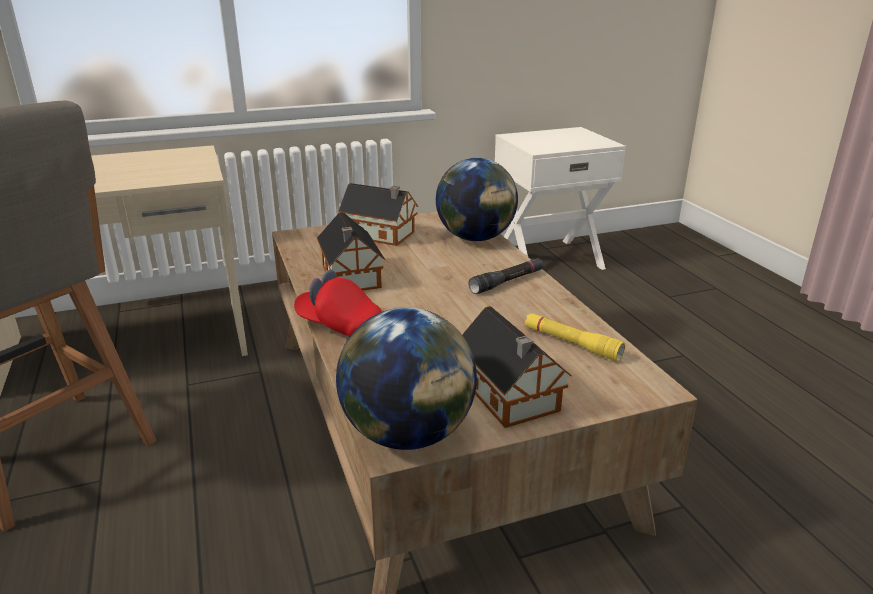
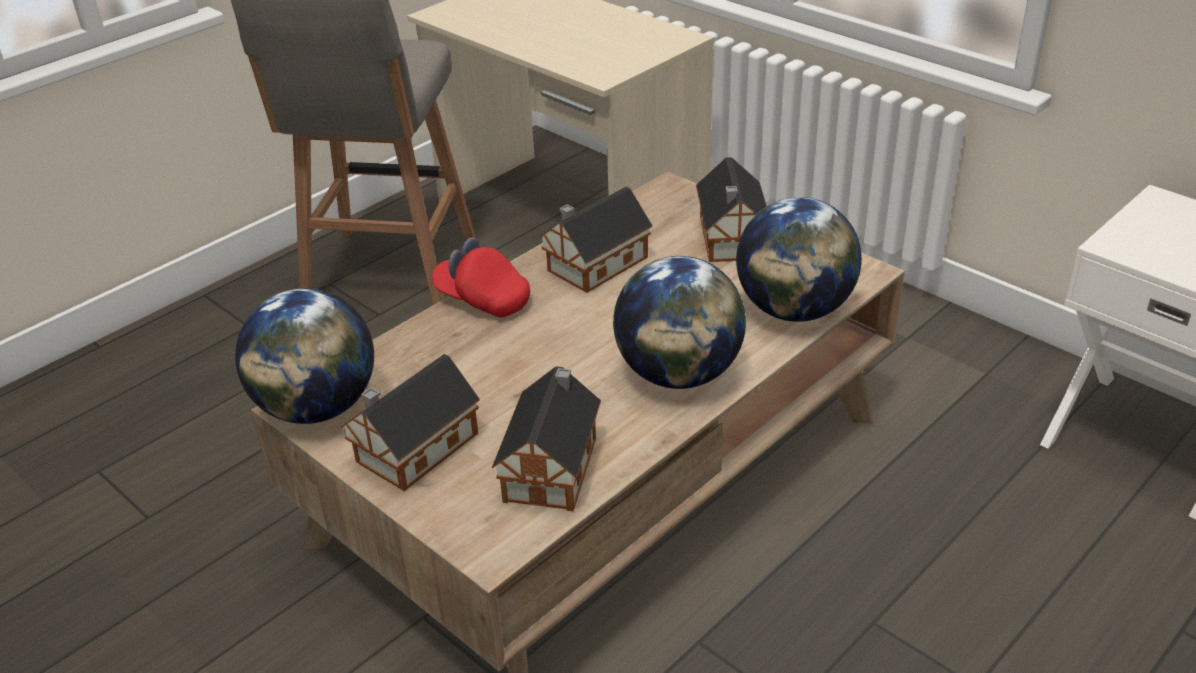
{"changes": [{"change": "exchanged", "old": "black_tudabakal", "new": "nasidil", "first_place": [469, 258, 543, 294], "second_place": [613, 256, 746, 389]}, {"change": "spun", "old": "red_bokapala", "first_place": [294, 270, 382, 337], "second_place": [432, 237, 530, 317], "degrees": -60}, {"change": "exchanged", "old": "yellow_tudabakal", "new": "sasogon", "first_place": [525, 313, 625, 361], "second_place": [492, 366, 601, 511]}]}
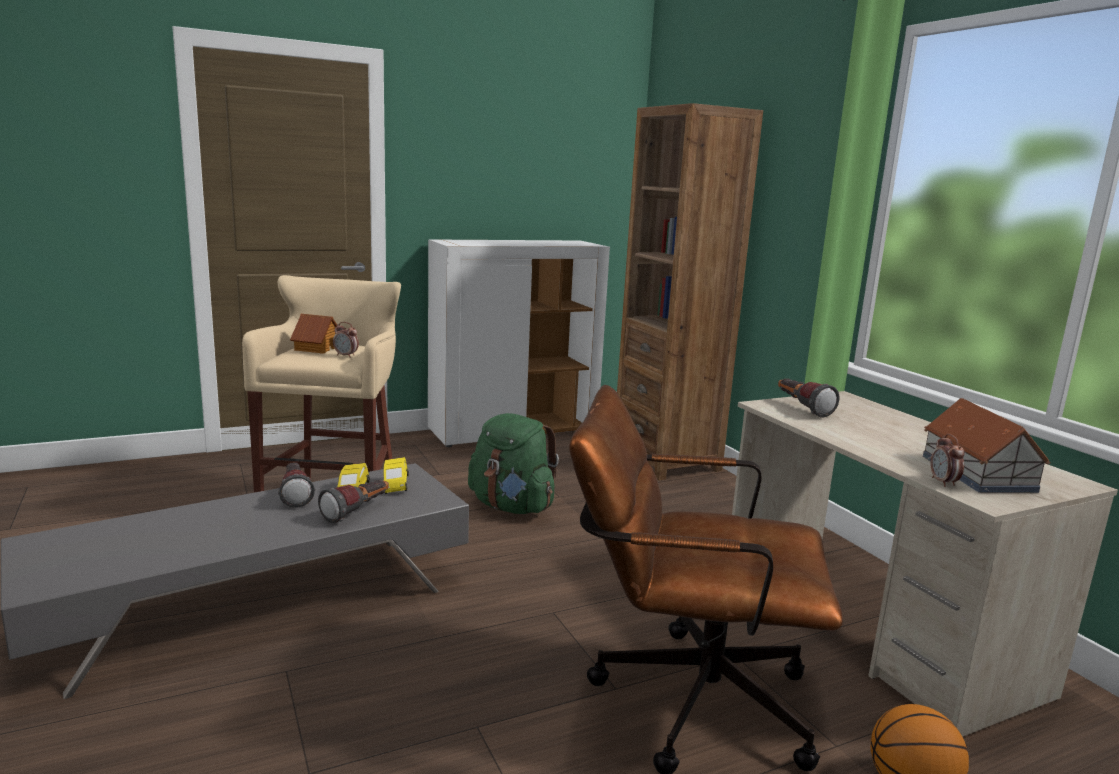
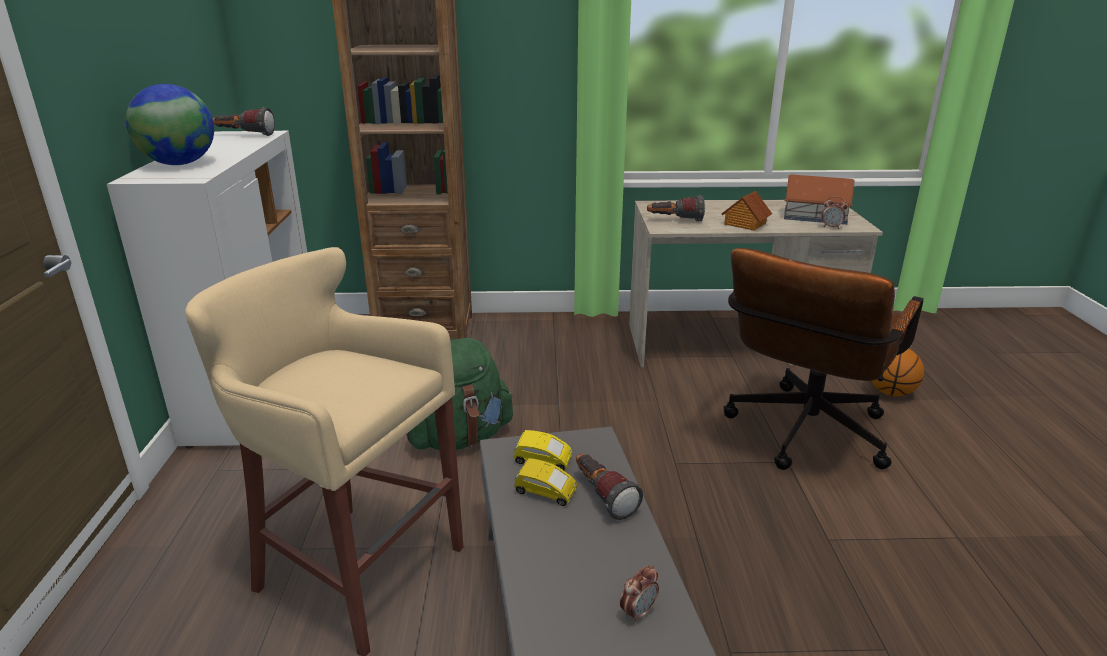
{"changes": [{"change": "relocated", "old": "sasogon", "first_place": [290, 314, 337, 354], "second_place": [722, 191, 772, 231]}, {"change": "relocated", "old": "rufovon", "first_place": [333, 322, 359, 358], "second_place": [620, 565, 659, 624]}, {"change": "relocated", "old": "tudabakal", "first_place": [278, 462, 315, 508], "second_place": [213, 107, 275, 136]}, {"change": "appeared", "new": "nasidil", "second_place": [126, 84, 214, 165]}]}
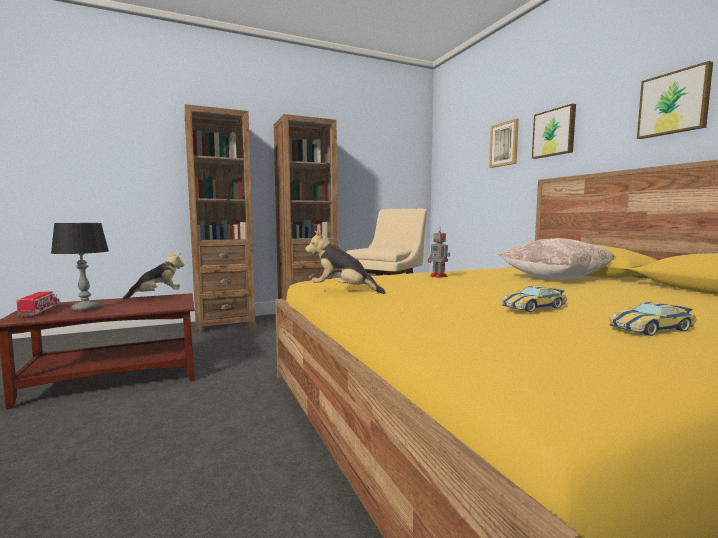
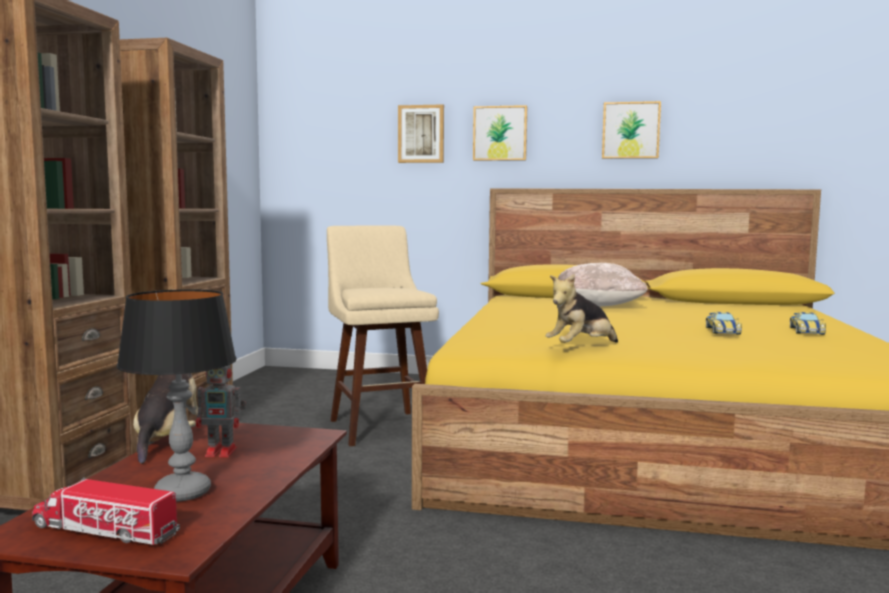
{"changes": [{"change": "relocated", "old": "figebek", "first_place": [428, 227, 450, 278], "second_place": [196, 365, 246, 457]}]}
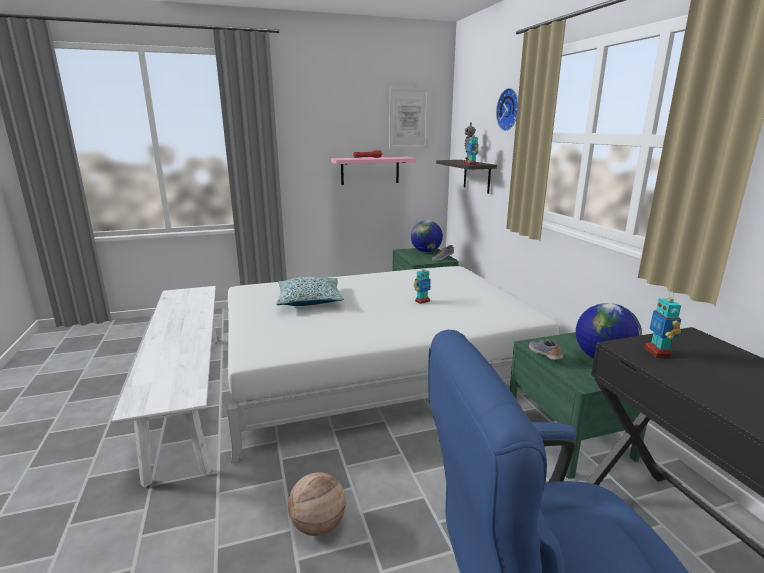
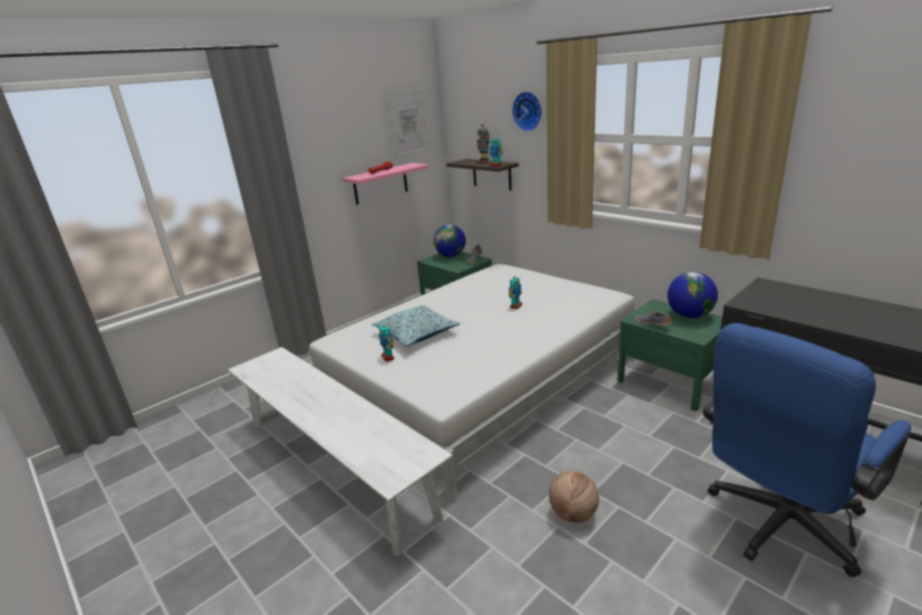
{"changes": [{"change": "relocated", "old": "figebek", "first_place": [645, 291, 681, 358], "second_place": [379, 321, 394, 362]}]}
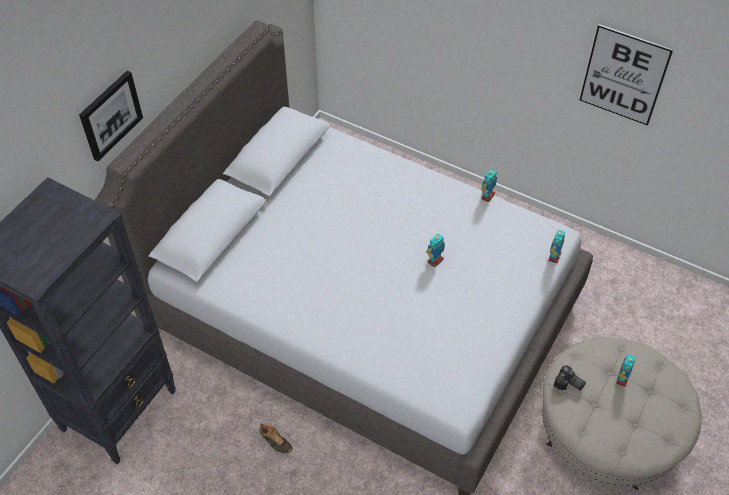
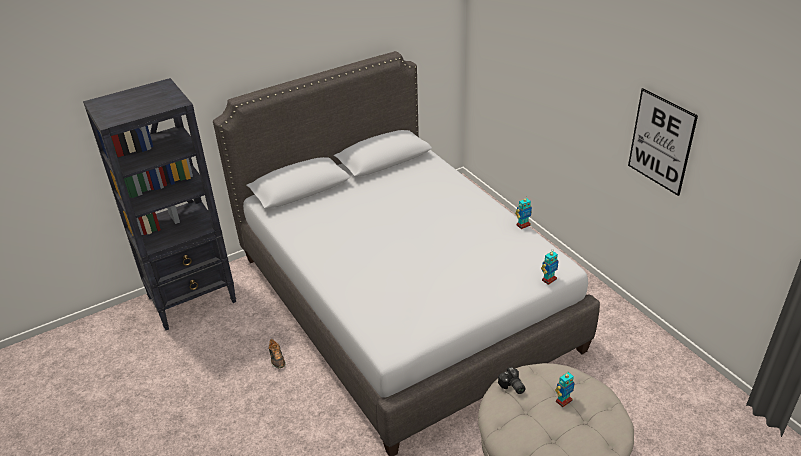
{"changes": [{"change": "missing", "old": "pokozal", "first_place": [79, 71, 143, 161]}, {"change": "missing", "old": "figebek", "first_place": [426, 234, 445, 267]}]}
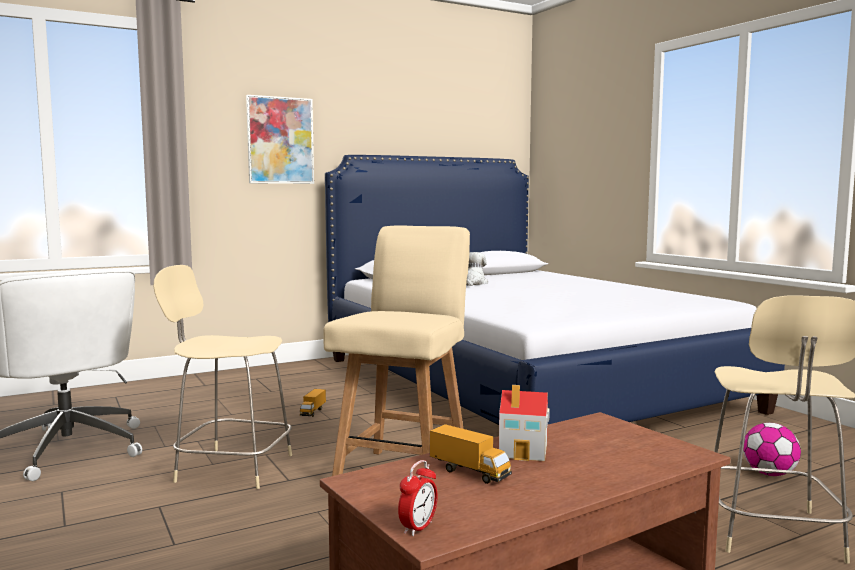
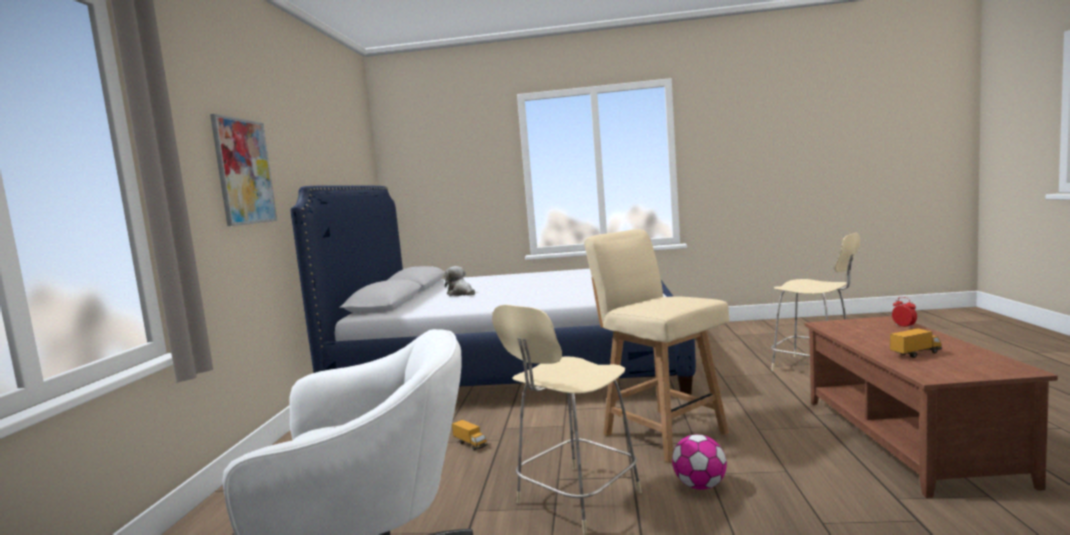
{"changes": [{"change": "missing", "old": "sasogon", "first_place": [499, 385, 550, 461]}, {"change": "relocated", "old": "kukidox", "first_place": [743, 423, 801, 476], "second_place": [672, 434, 727, 490]}, {"change": "relocated", "old": "rufovon", "first_place": [398, 460, 438, 536], "second_place": [892, 297, 917, 328]}]}
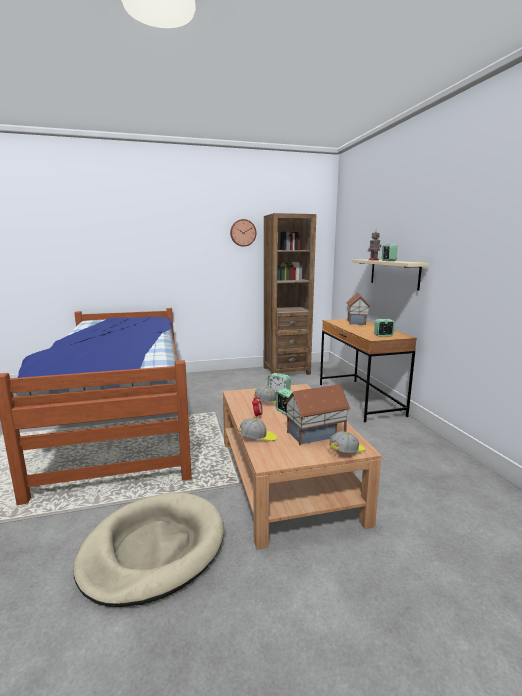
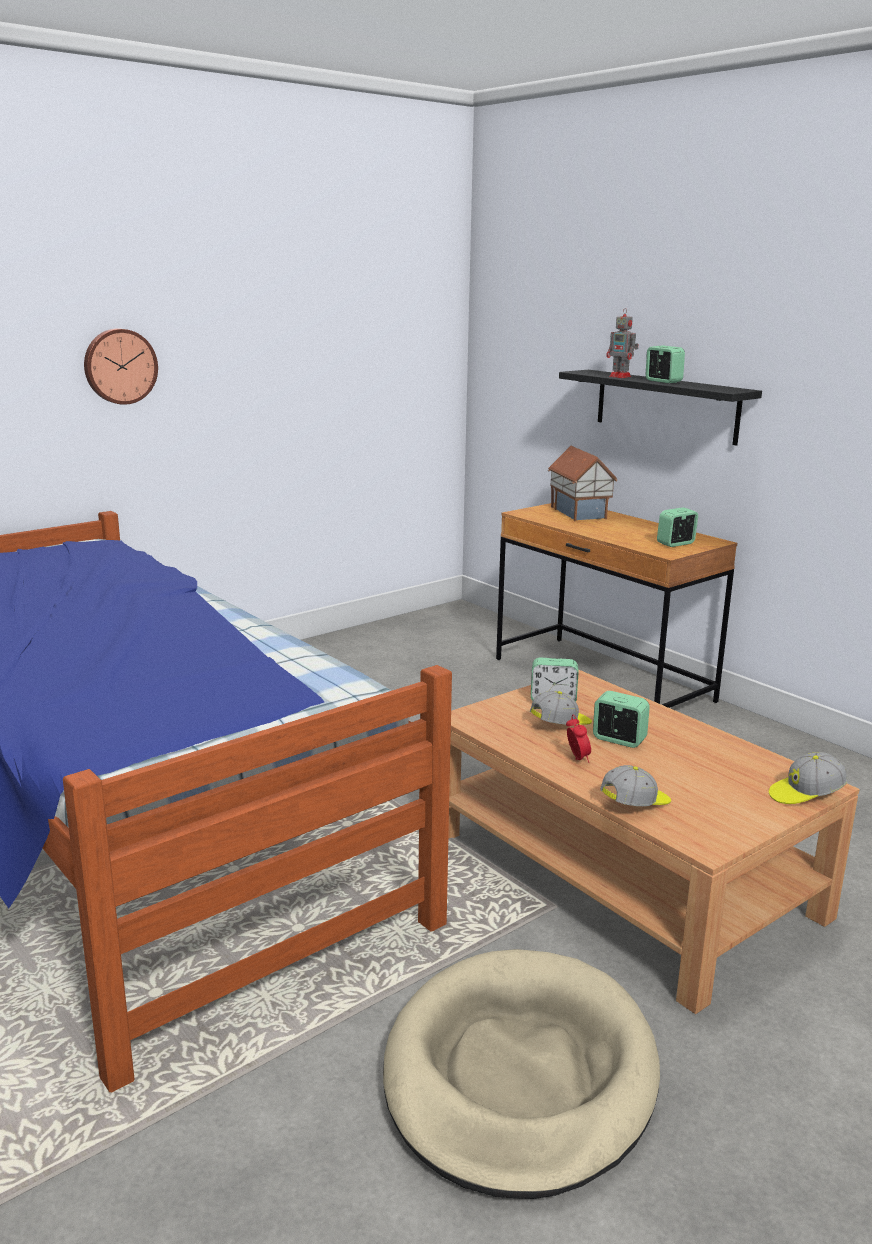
{"changes": [{"change": "missing", "old": "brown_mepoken", "first_place": [264, 213, 317, 375]}, {"change": "relocated", "old": "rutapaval", "first_place": [230, 219, 257, 247], "second_place": [84, 328, 158, 405]}, {"change": "colour", "old": "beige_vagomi", "new": "black_vagomi", "first_place": [352, 260, 429, 290], "second_place": [559, 370, 762, 446]}, {"change": "missing", "old": "sasogon", "first_place": [284, 384, 351, 445]}, {"change": "spun", "old": "bokapala", "first_place": [329, 431, 365, 453], "second_place": [769, 752, 847, 804], "degrees": -135}]}
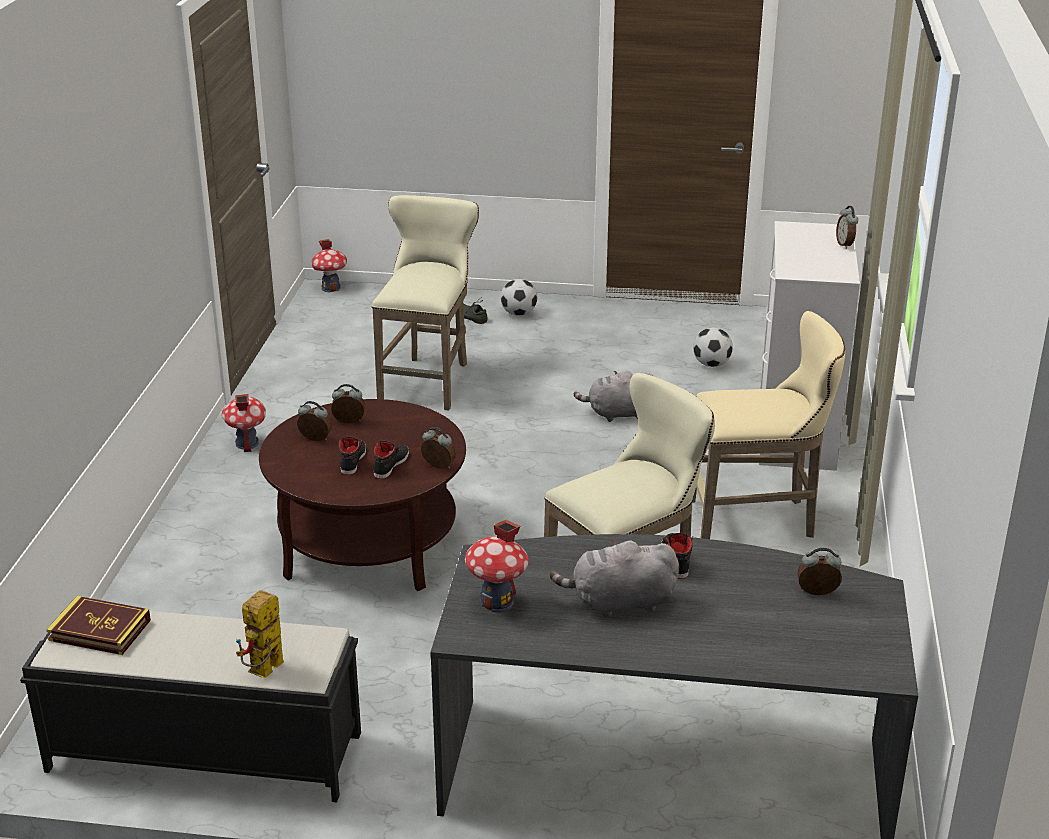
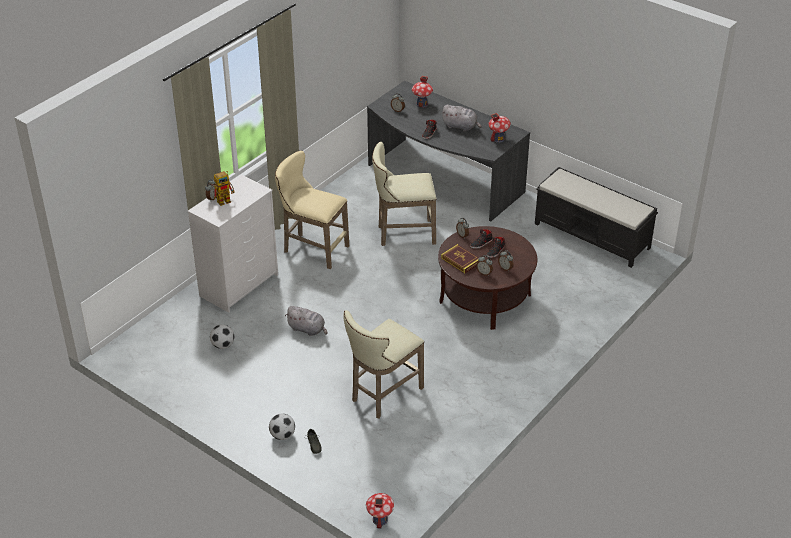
{"changes": [{"change": "relocated", "old": "sasogon", "first_place": [222, 394, 266, 452], "second_place": [412, 76, 433, 108]}, {"change": "relocated", "old": "figebek", "first_place": [236, 590, 284, 678], "second_place": [214, 171, 235, 206]}, {"change": "relocated", "old": "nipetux", "first_place": [46, 596, 151, 655], "second_place": [441, 244, 479, 273]}]}
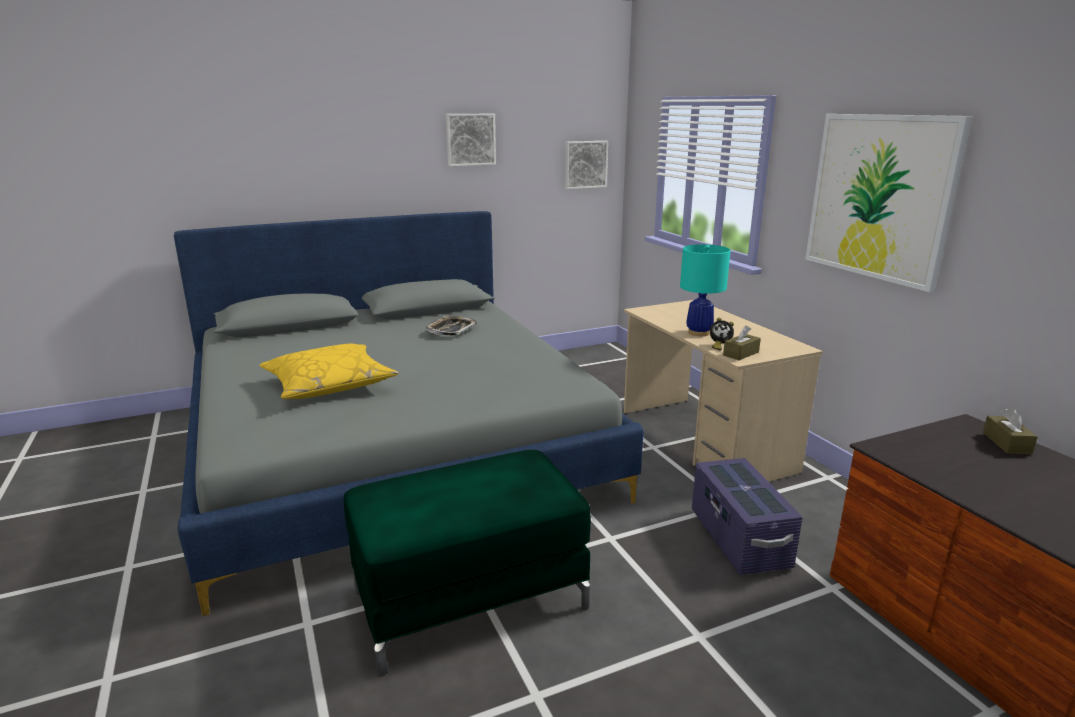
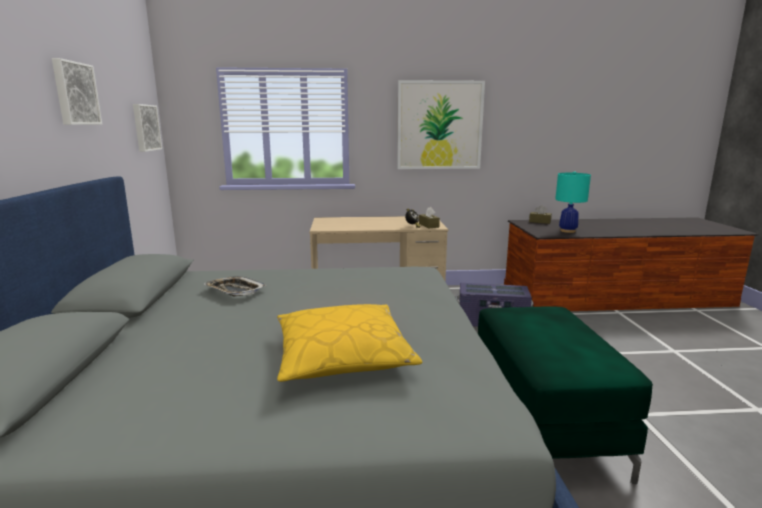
{"changes": [{"change": "relocated", "old": "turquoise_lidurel", "first_place": [680, 244, 731, 336], "second_place": [555, 171, 591, 233]}]}
